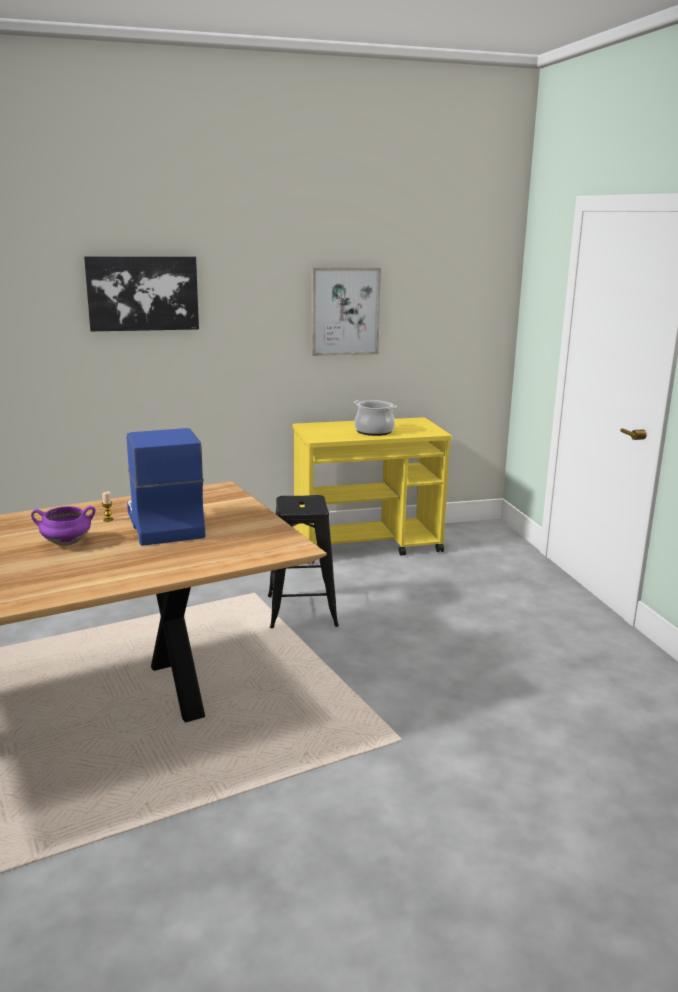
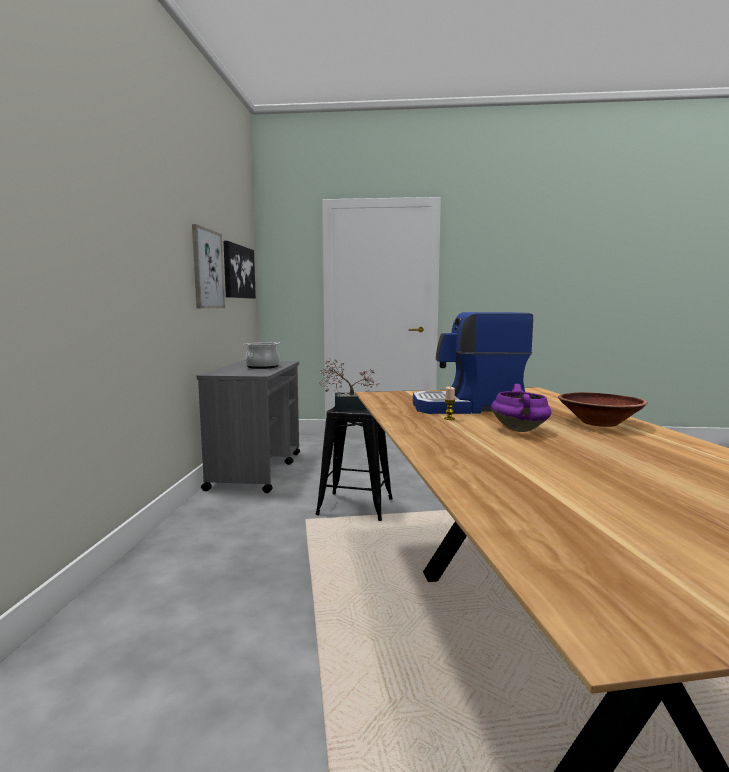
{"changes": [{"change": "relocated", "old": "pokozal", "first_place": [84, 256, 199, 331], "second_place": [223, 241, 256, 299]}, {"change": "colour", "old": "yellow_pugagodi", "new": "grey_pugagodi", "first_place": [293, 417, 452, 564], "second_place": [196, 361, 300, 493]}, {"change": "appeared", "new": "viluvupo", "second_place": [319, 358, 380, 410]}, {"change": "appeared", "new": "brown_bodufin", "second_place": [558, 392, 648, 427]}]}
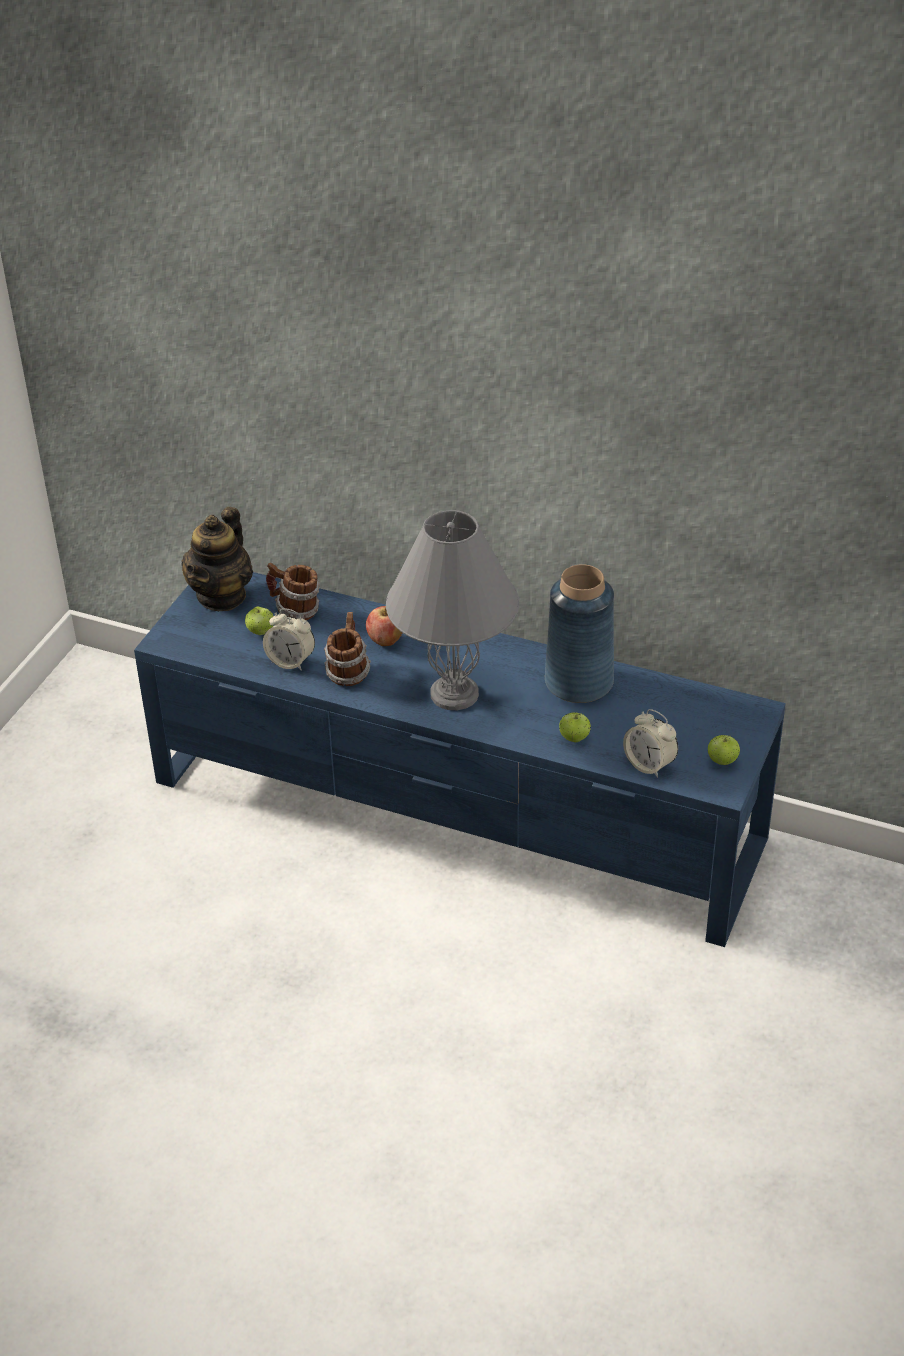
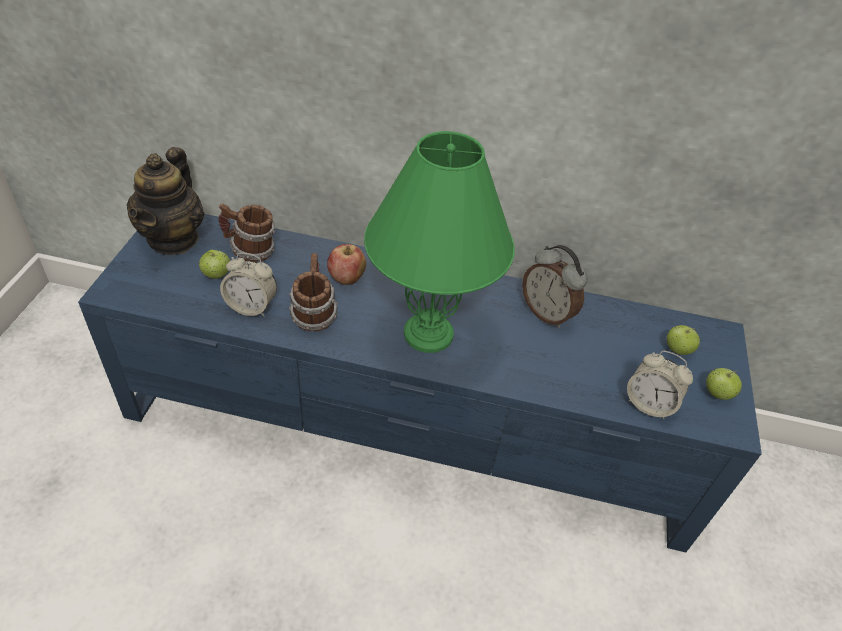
{"changes": [{"change": "colour", "old": "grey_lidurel", "new": "green_lidurel", "first_place": [386, 510, 519, 710], "second_place": [364, 131, 515, 353]}, {"change": "exchanged", "old": "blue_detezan", "new": "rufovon", "first_place": [545, 564, 614, 703], "second_place": [522, 245, 587, 328]}, {"change": "relocated", "old": "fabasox", "first_place": [559, 712, 591, 742], "second_place": [667, 325, 700, 355]}]}
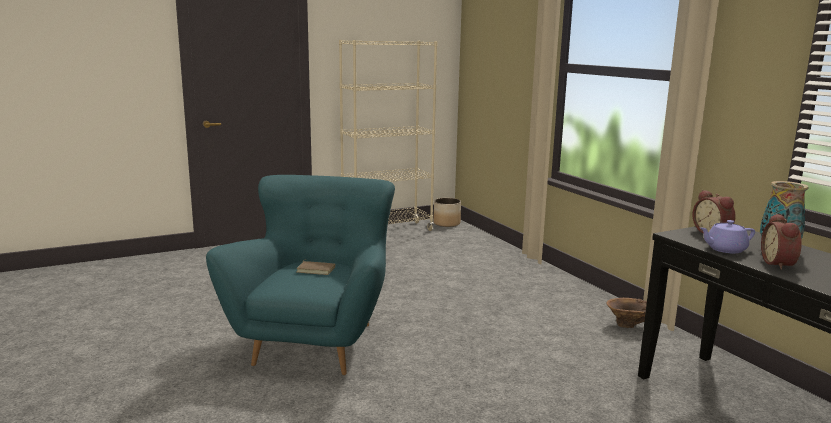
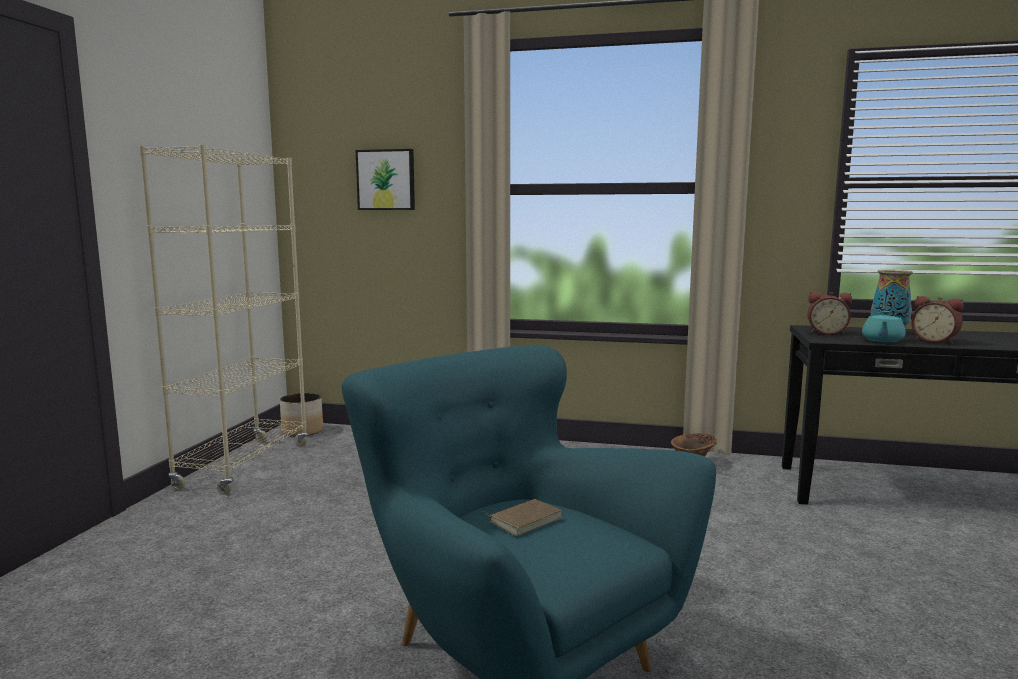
{"changes": [{"change": "colour", "old": "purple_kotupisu", "new": "turquoise_kotupisu", "first_place": [700, 220, 755, 253], "second_place": [862, 311, 906, 343]}, {"change": "appeared", "new": "pokozal", "second_place": [356, 149, 415, 210]}]}
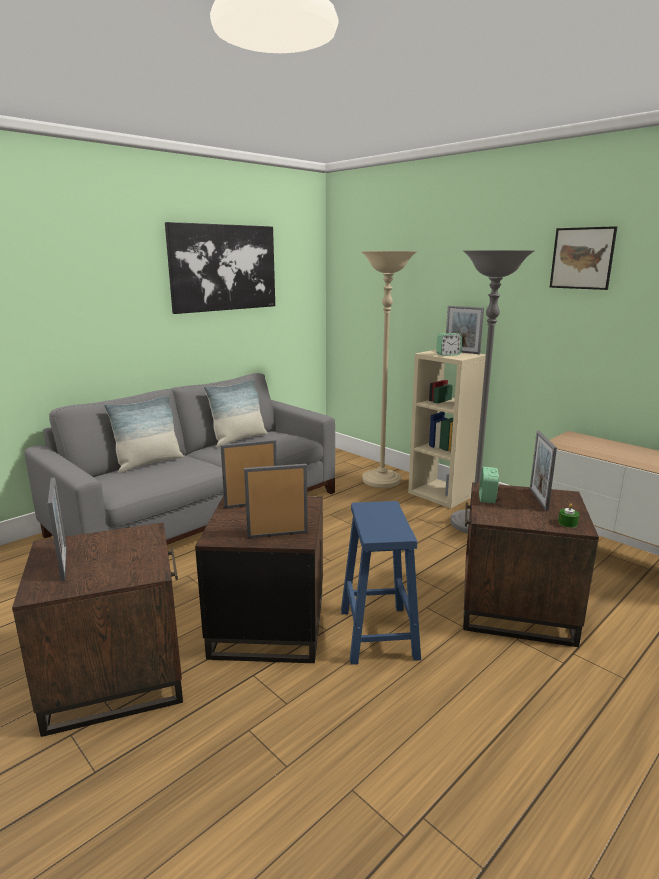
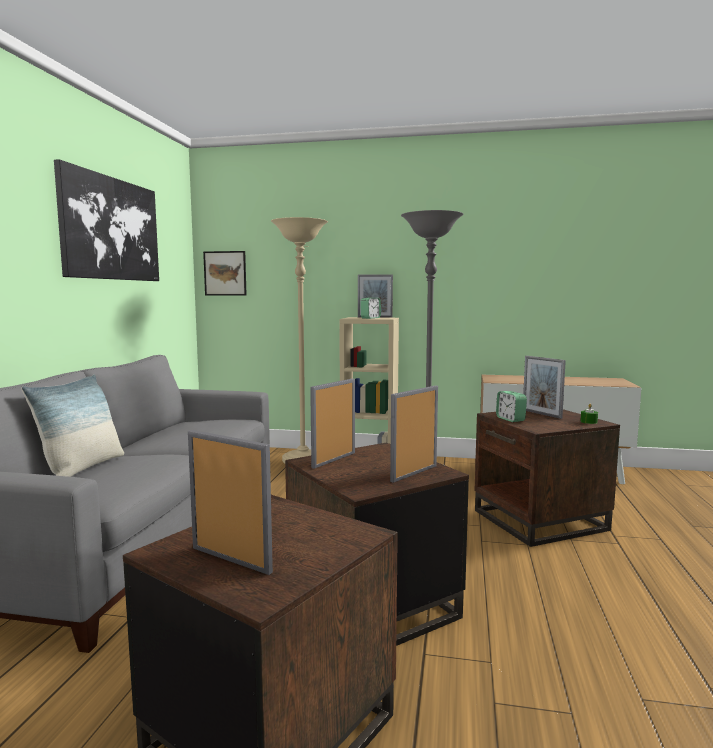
{"changes": [{"change": "relocated", "old": "pokozal", "first_place": [550, 226, 617, 290], "second_place": [203, 251, 247, 296]}, {"change": "missing", "old": "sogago", "first_place": [204, 379, 267, 448]}, {"change": "missing", "old": "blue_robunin", "first_place": [341, 501, 421, 665]}]}
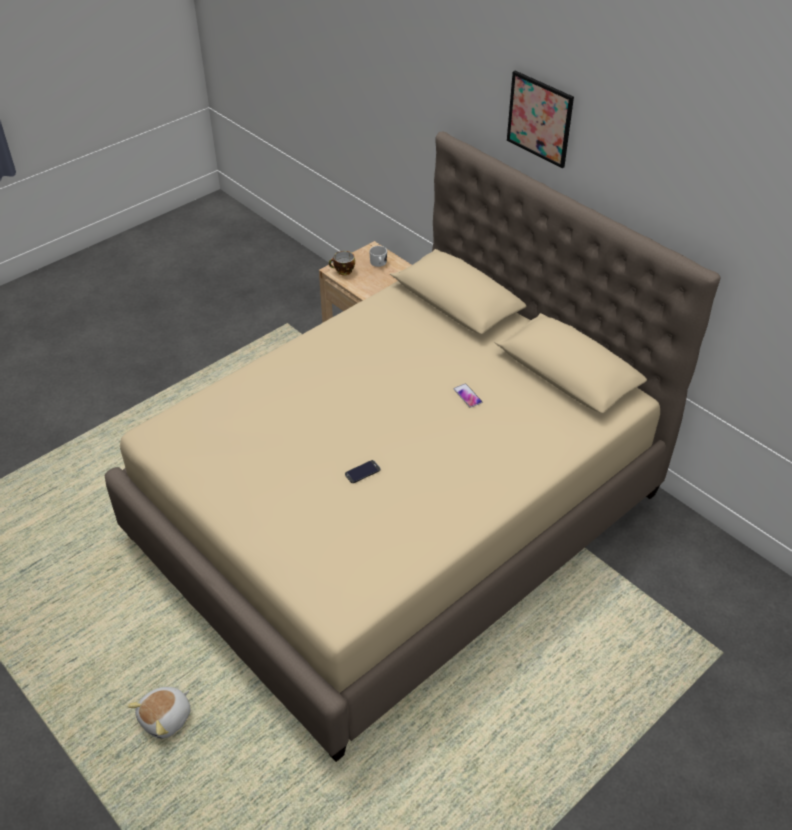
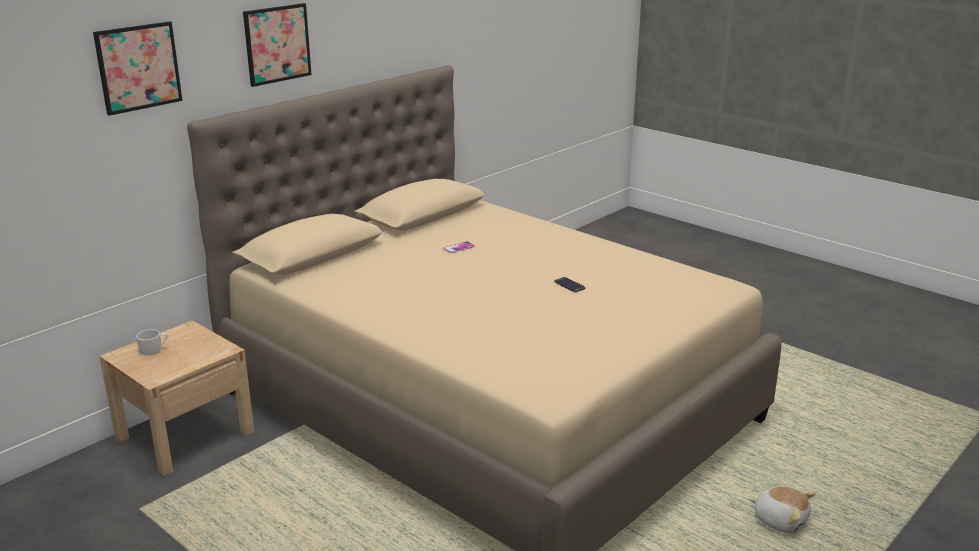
{"changes": [{"change": "missing", "old": "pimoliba", "first_place": [329, 251, 355, 275]}, {"change": "appeared", "new": "pokozal", "second_place": [93, 21, 182, 116]}]}
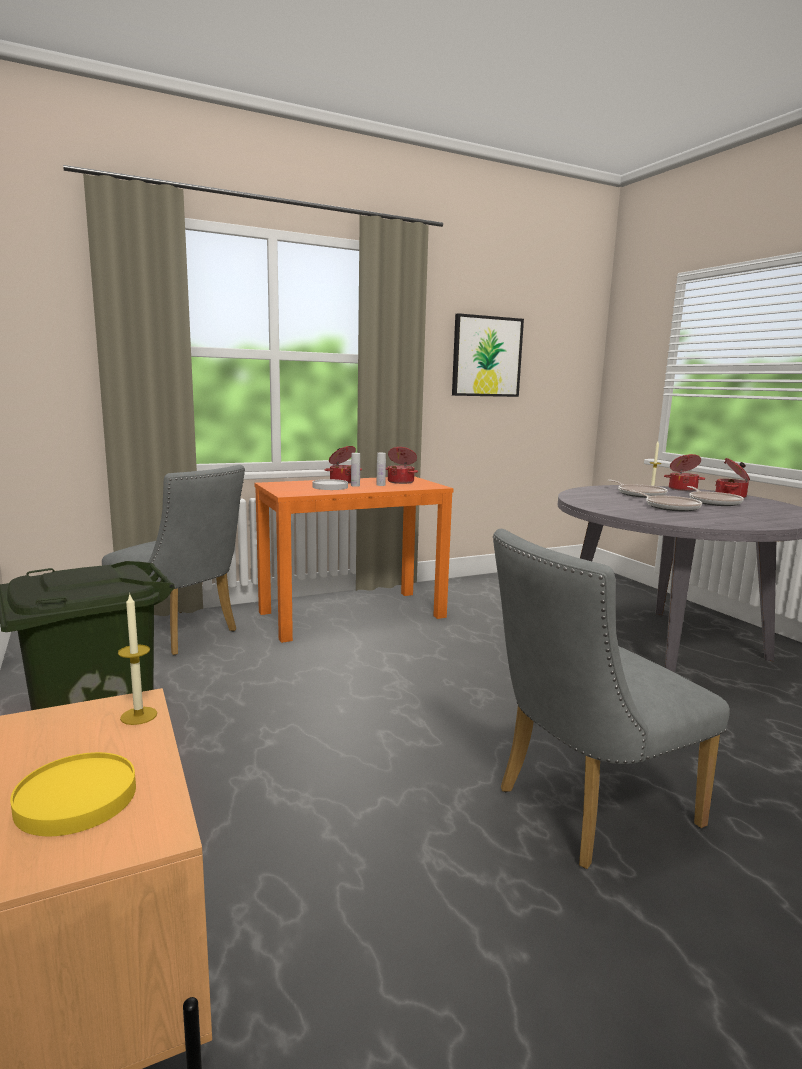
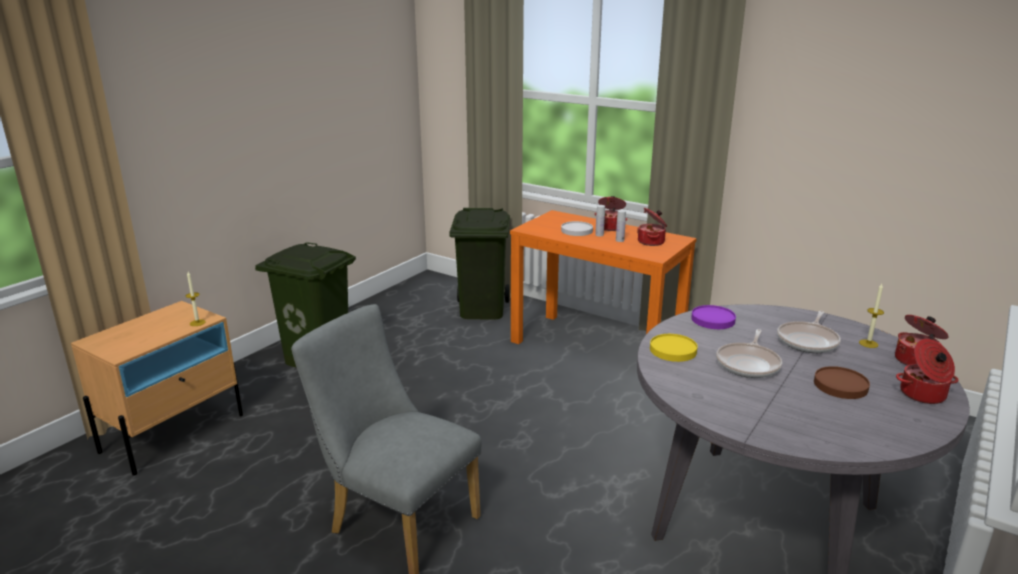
{"changes": [{"change": "missing", "old": "pokozal", "first_place": [452, 313, 524, 397]}, {"change": "exchanged", "old": "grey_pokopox", "new": "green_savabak", "first_place": [102, 465, 245, 655], "second_place": [450, 208, 510, 320]}, {"change": "exchanged", "old": "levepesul", "new": "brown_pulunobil", "first_place": [687, 486, 744, 506], "second_place": [814, 366, 870, 399]}, {"change": "relocated", "old": "yellow_pulunobil", "first_place": [10, 752, 136, 836], "second_place": [650, 334, 698, 362]}, {"change": "appeared", "new": "purple_pulunobil", "second_place": [691, 305, 736, 329]}]}
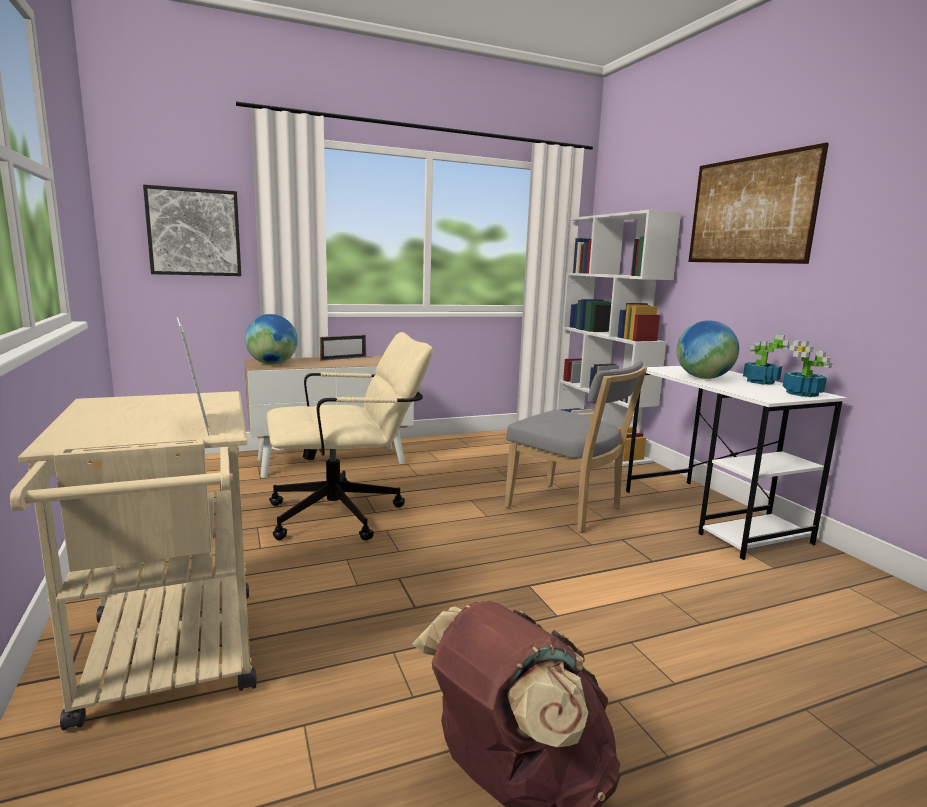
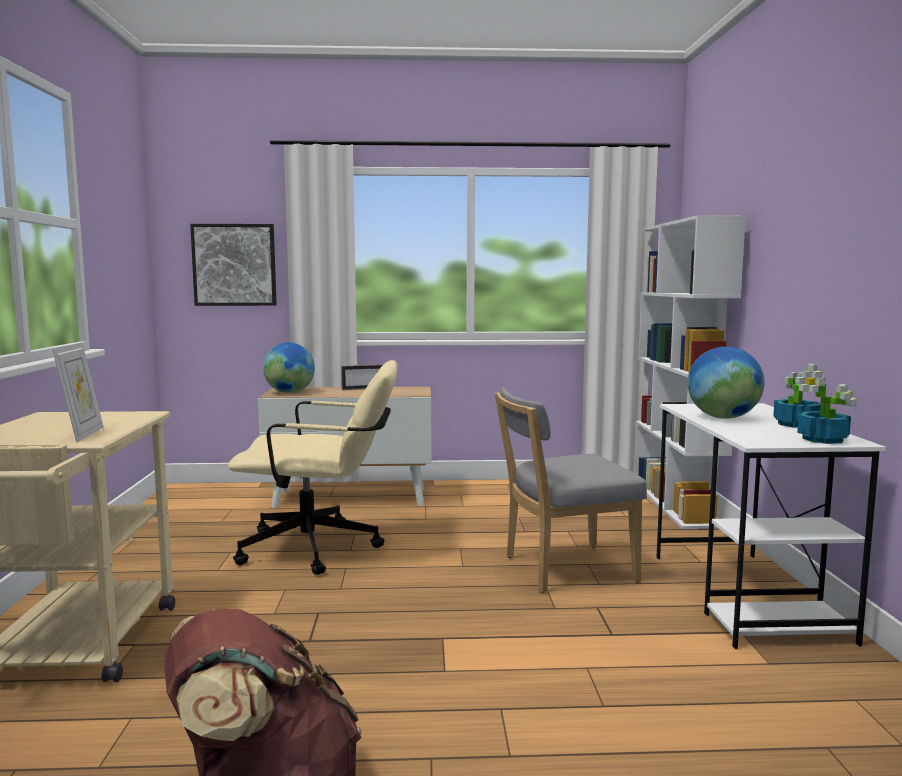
{"changes": [{"change": "missing", "old": "pokozal", "first_place": [688, 142, 829, 264]}, {"change": "spun", "old": "grey_pokopox", "first_place": [505, 361, 647, 533], "second_place": [495, 387, 647, 593], "degrees": 105}]}
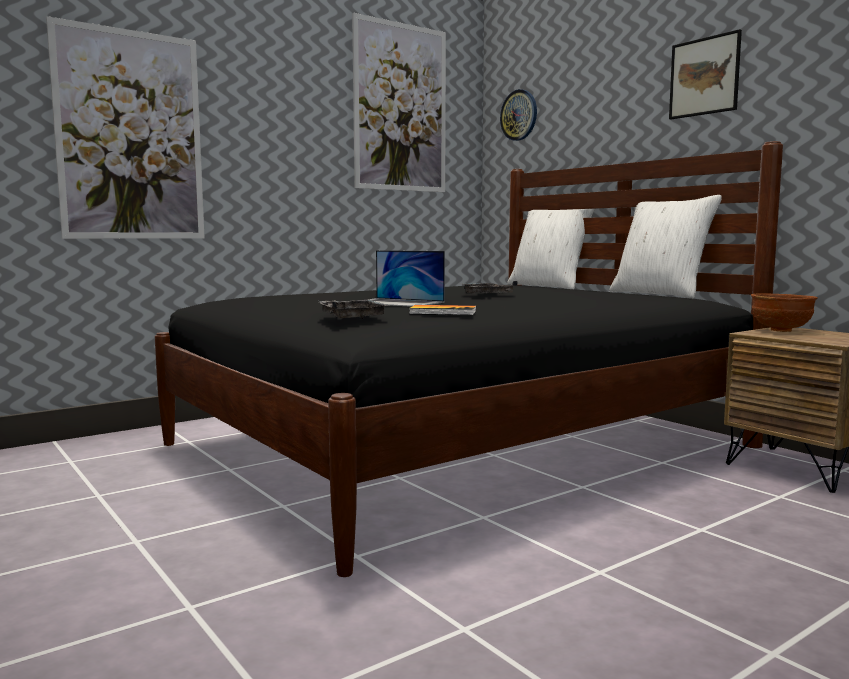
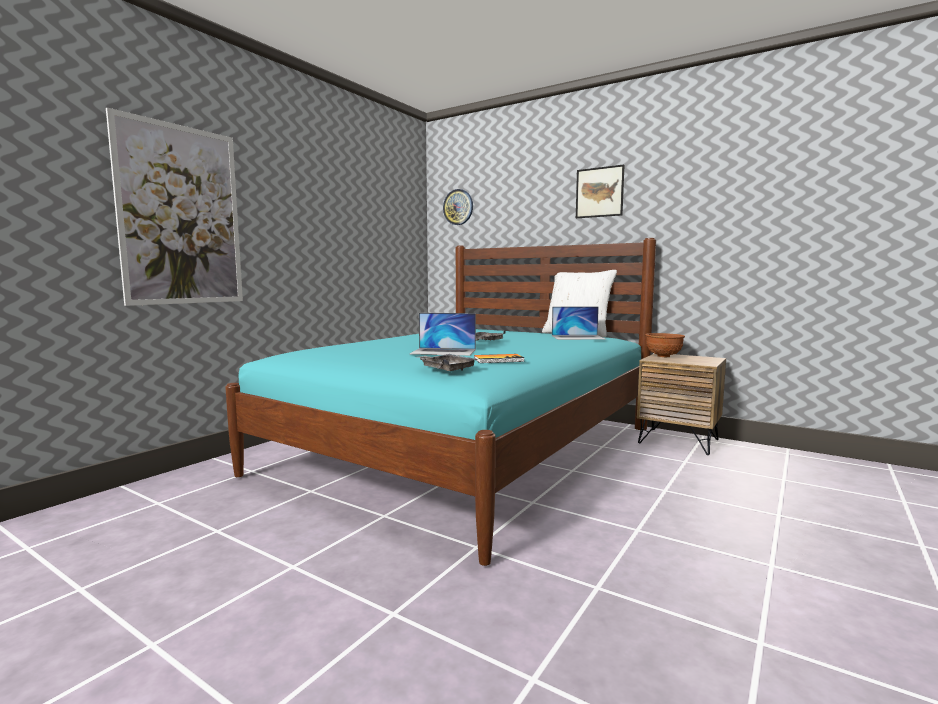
{"changes": [{"change": "missing", "old": "pokozal", "first_place": [352, 13, 446, 192]}, {"change": "colour", "old": "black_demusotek", "new": "turquoise_demusotek", "first_place": [155, 141, 783, 577], "second_place": [225, 238, 656, 566]}, {"change": "missing", "old": "white_sogago", "first_place": [507, 209, 595, 289]}, {"change": "appeared", "new": "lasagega", "second_place": [552, 307, 606, 340]}]}
